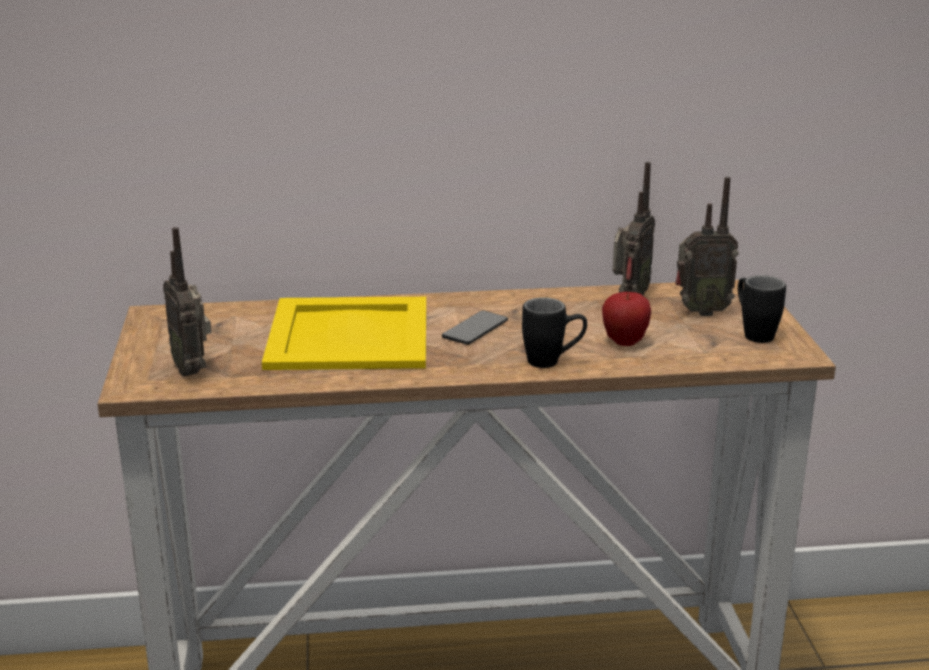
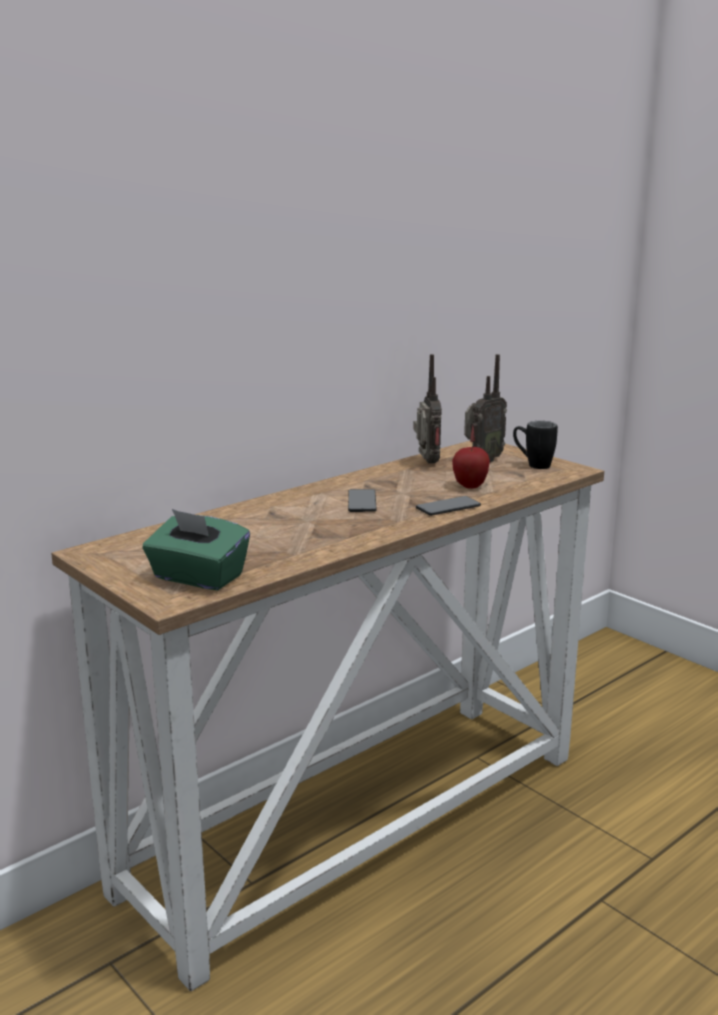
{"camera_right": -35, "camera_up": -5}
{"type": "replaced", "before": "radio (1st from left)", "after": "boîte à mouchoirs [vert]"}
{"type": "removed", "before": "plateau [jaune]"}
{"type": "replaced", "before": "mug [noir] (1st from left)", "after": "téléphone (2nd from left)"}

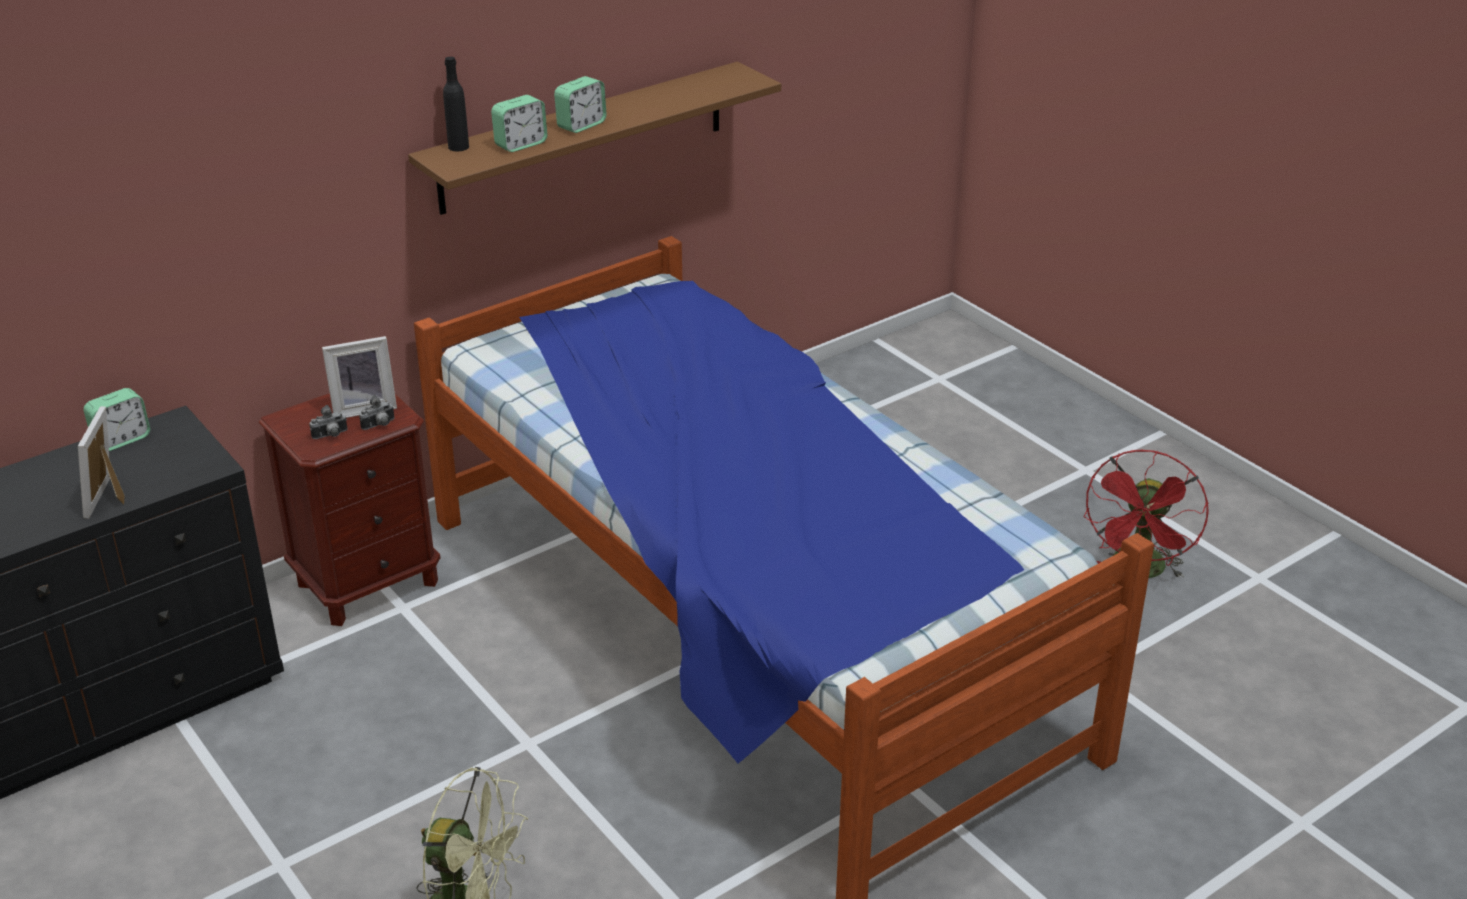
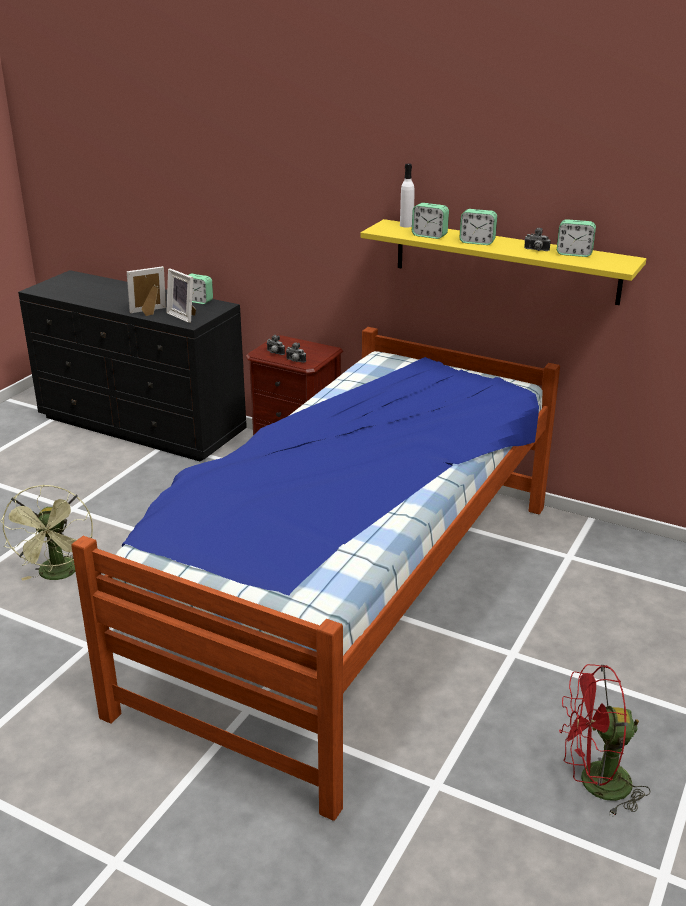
{"camera_right": 65, "camera_up": -5}
{"type": "recoloured", "before": "bouteille [noir]", "after": "bouteille [blanc]"}
{"type": "recoloured", "before": "étagère [marron]", "after": "étagère [jaune]"}
{"type": "moved", "before": "cadre photo (2nd from left)"}
{"type": "added", "after": "réveil (4th from left)"}
{"type": "added", "after": "appareil photo (3rd from left)"}

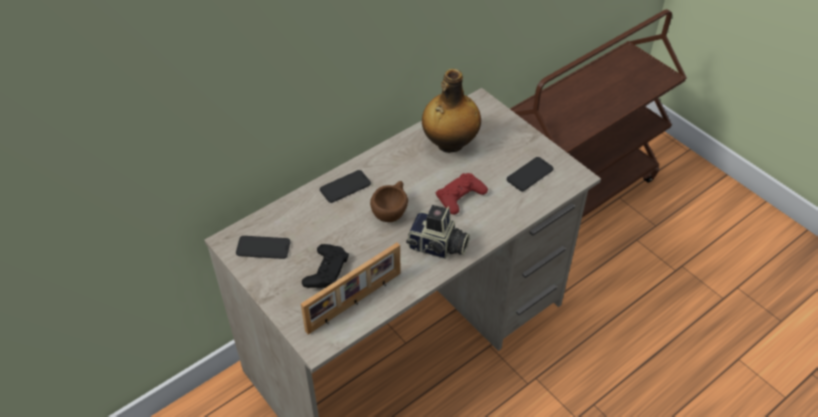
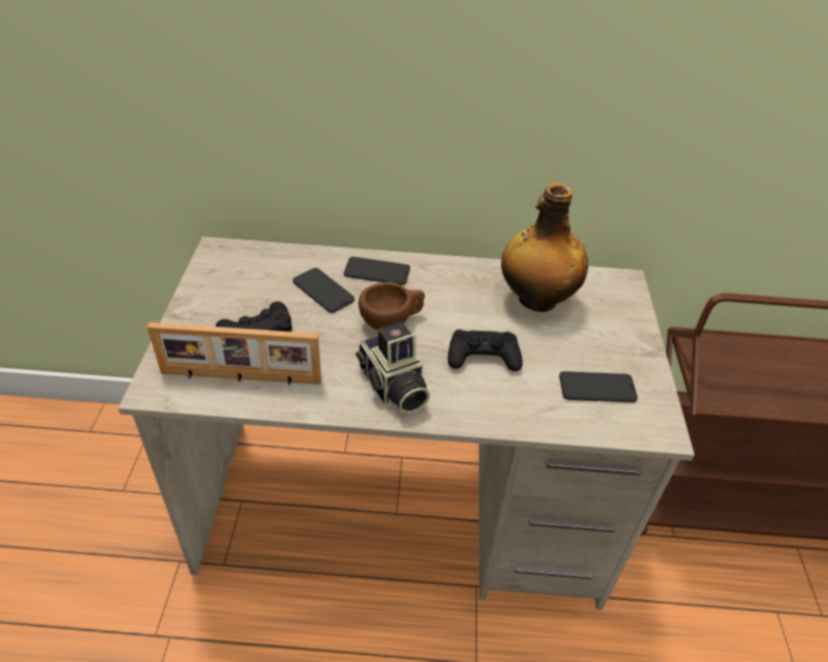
{"camera_right": 40, "camera_up": -5}
{"type": "recoloured", "before": "manette [rouge]", "after": "manette [noir] (2nd from left)"}
{"type": "moved", "before": "téléphone (1st from left)"}

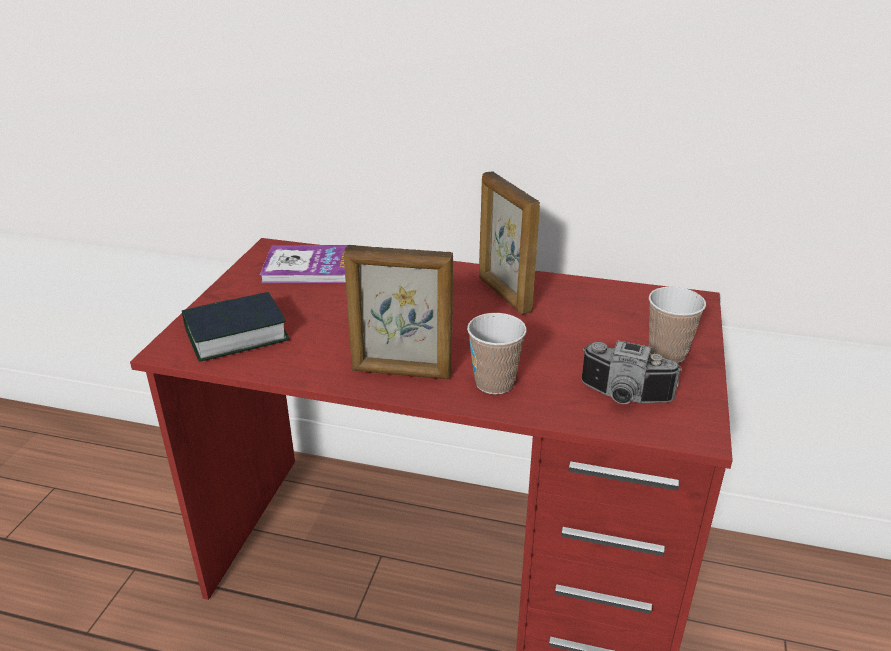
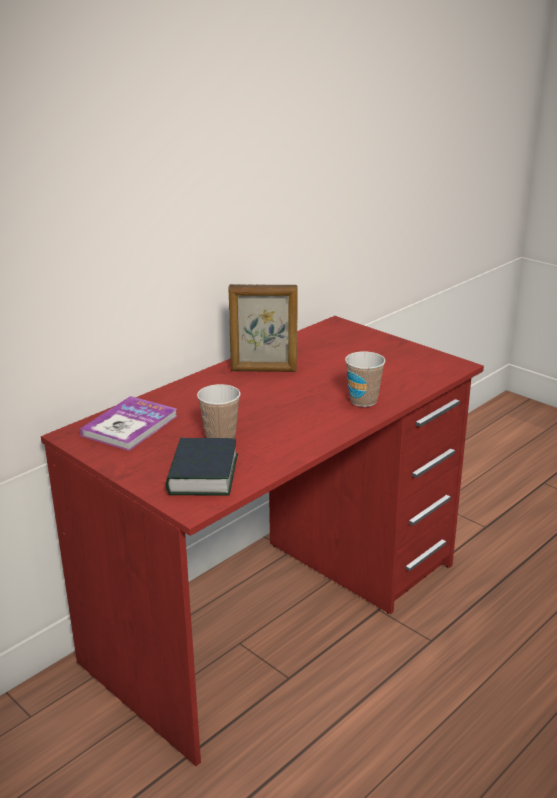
{"camera_right": -60, "camera_up": -5}
{"type": "removed", "before": "cadre photo (1st from left)"}
{"type": "moved", "before": "tasse (2nd from left in the first image)", "after": "tasse (1st from left)"}
{"type": "removed", "before": "appareil photo"}

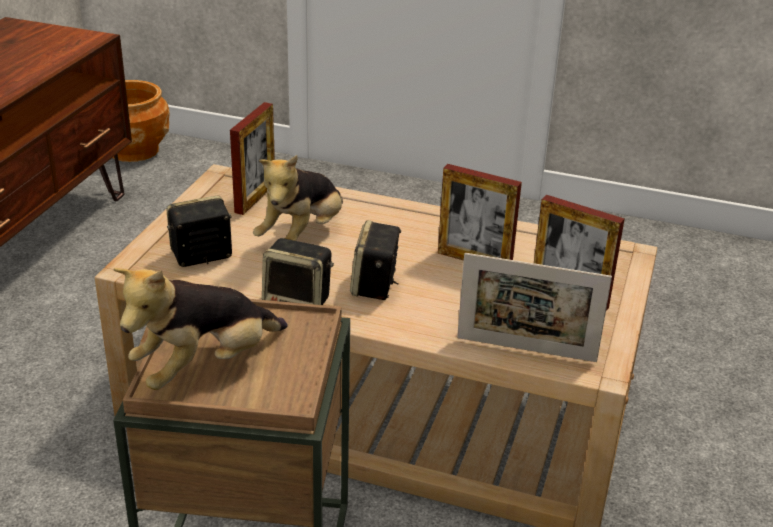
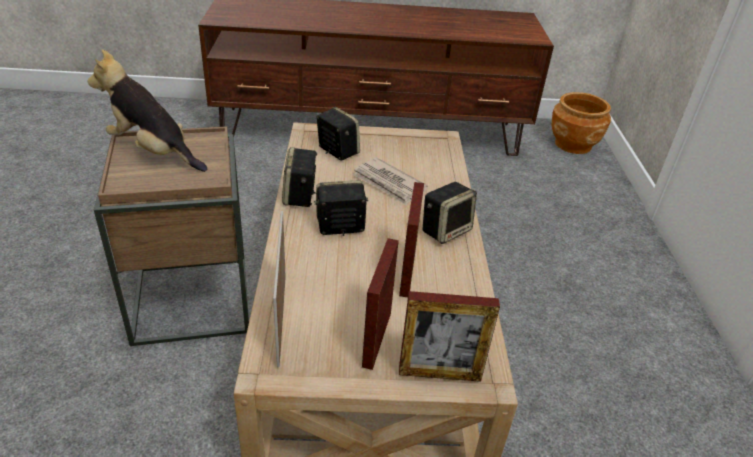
{"camera_right": 70, "camera_up": 5}
{"type": "moved", "before": "cadre photo (1st from left in the first image)", "after": "cadre photo (4th from left)"}
{"type": "replaced", "before": "peluche (2nd from left)", "after": "journal"}
{"type": "added", "after": "enceinte (4th from left)"}

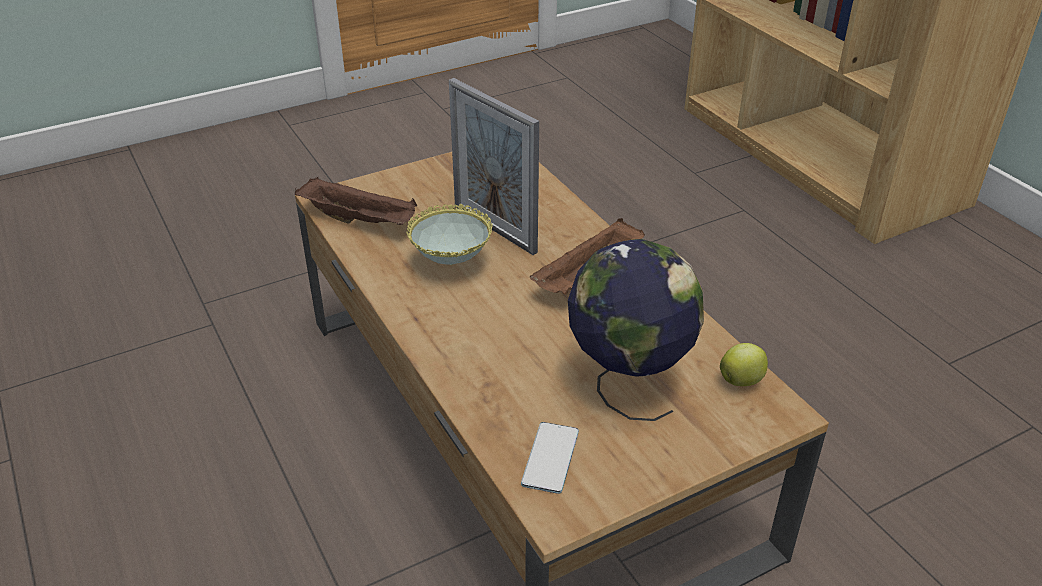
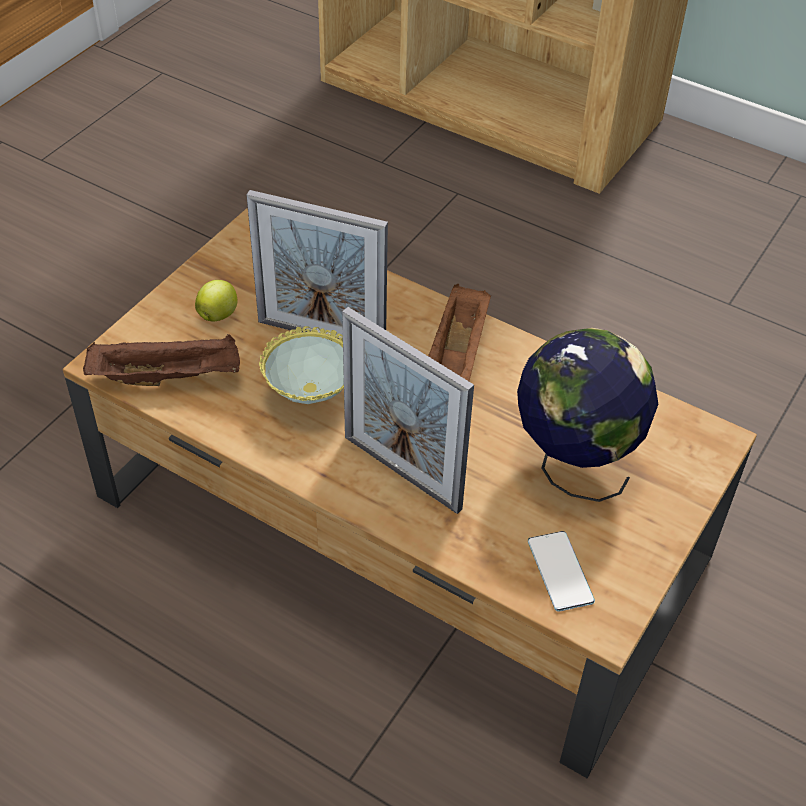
{"camera_right": -30, "camera_up": 10}
{"type": "moved", "before": "pomme"}
{"type": "added", "after": "cadre photo (2nd from left)"}

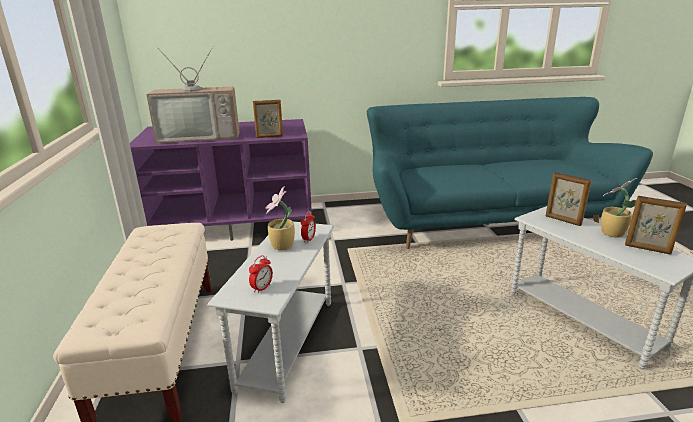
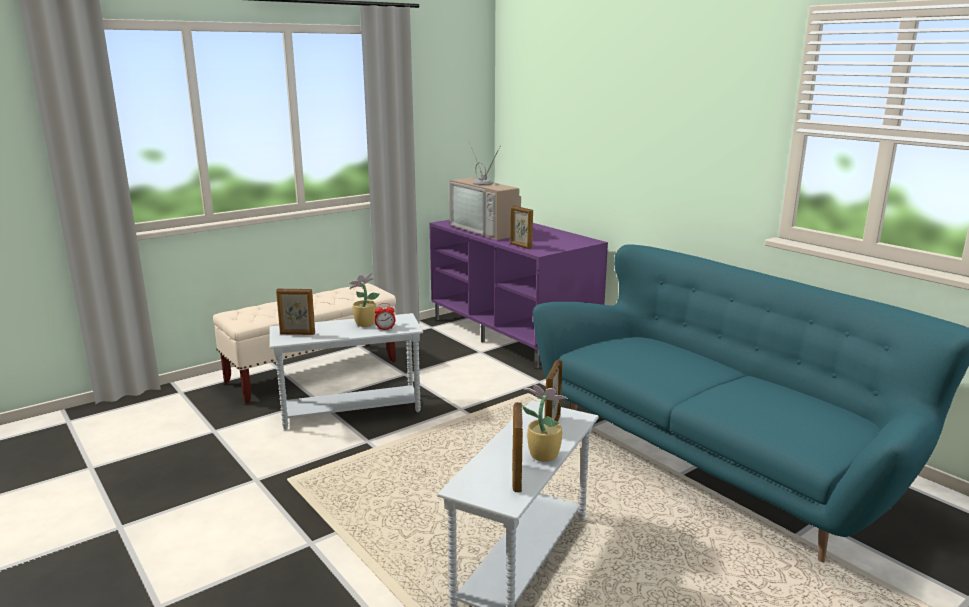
{"camera_right": 60, "camera_up": -5}
{"type": "replaced", "before": "réveil (1st from left)", "after": "cadre photo (1st from left)"}

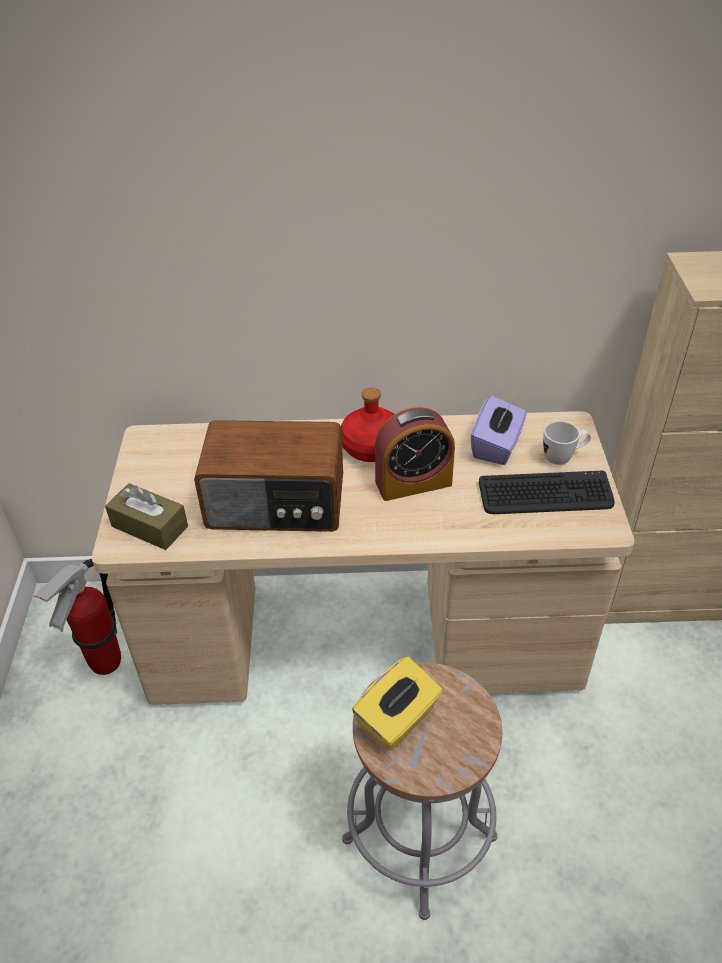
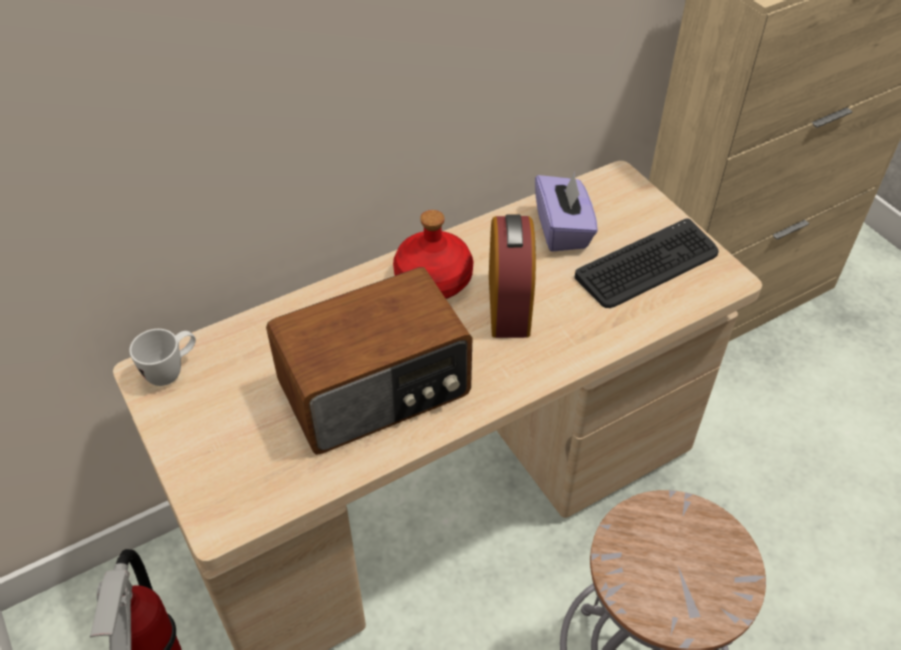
{"camera_right": -30, "camera_up": 5}
{"type": "turned", "before": "réveil", "turn": -45}
{"type": "moved", "before": "mug [blanc]"}
{"type": "removed", "before": "boîte à mouchoirs [marron]"}
{"type": "removed", "before": "boîte à mouchoirs [jaune]"}

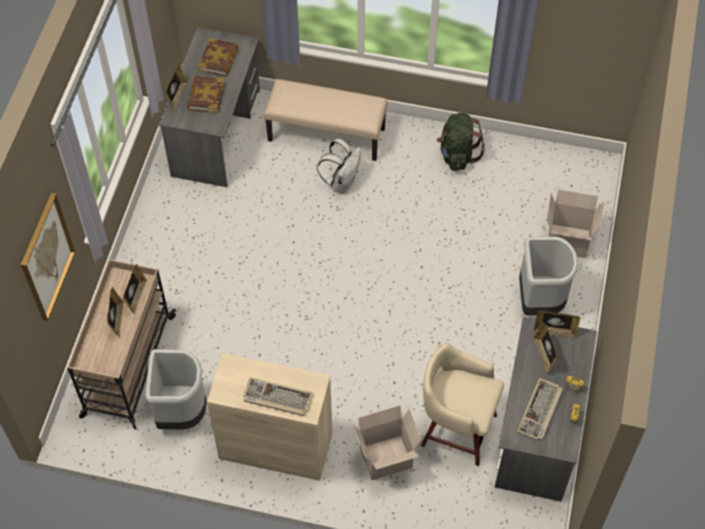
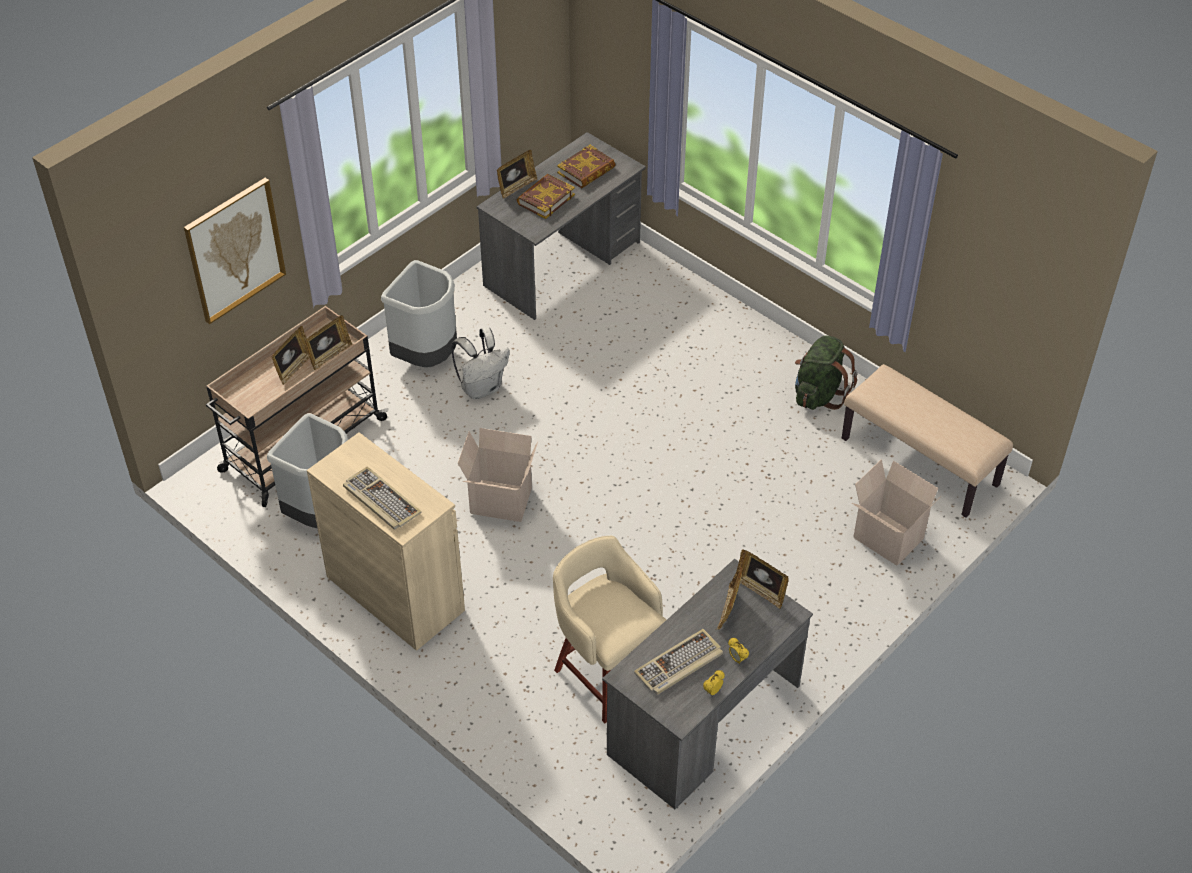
{"camera_right": 30, "camera_up": -10}
{"type": "moved", "before": "banc [beige]"}
{"type": "moved", "before": "sac à dos [blanc]"}
{"type": "moved", "before": "poubelle [gris] (2nd from left)"}
{"type": "moved", "before": "carton (1st from left)"}

